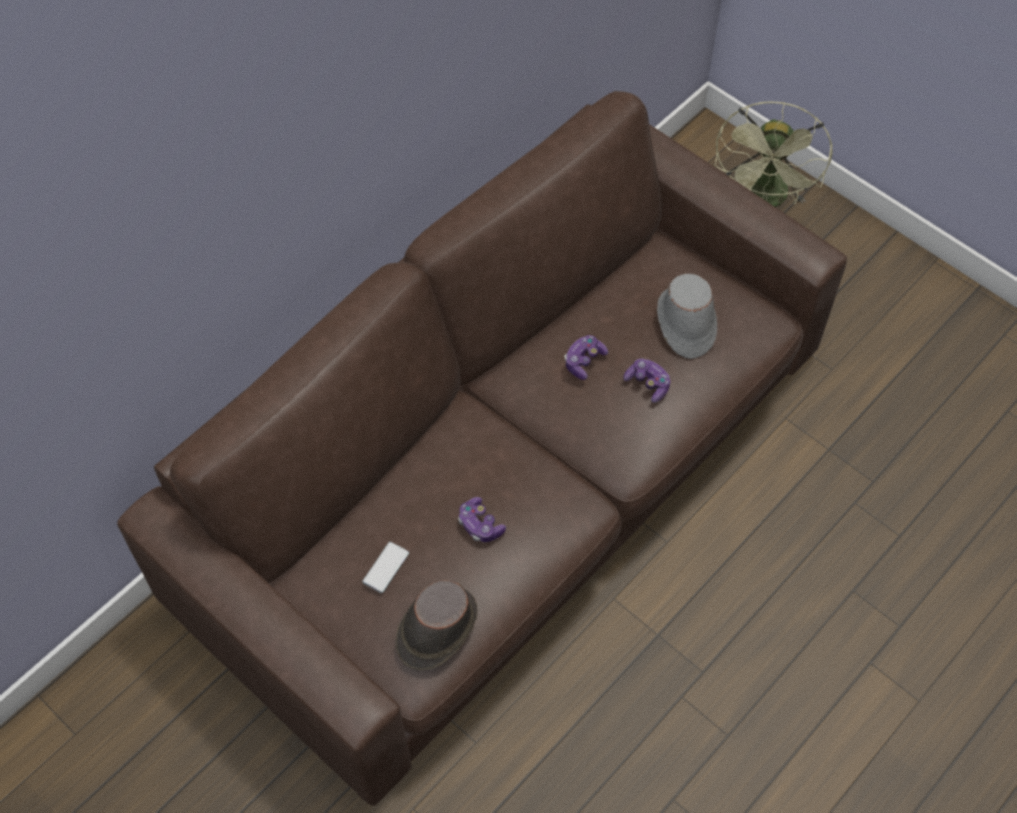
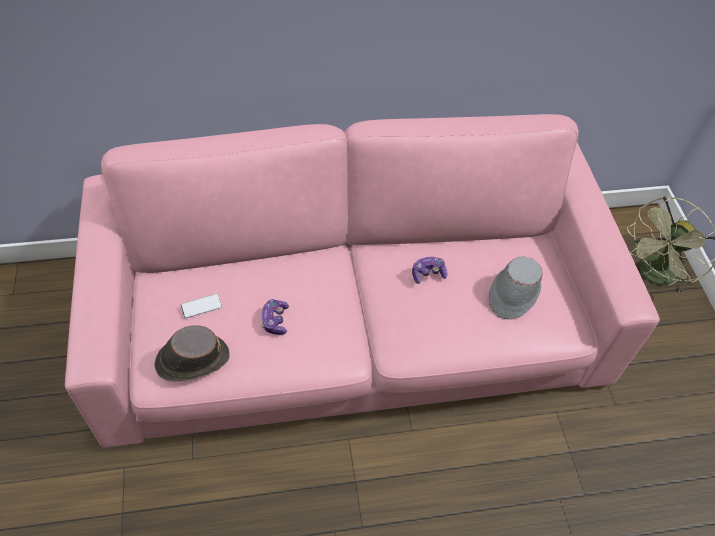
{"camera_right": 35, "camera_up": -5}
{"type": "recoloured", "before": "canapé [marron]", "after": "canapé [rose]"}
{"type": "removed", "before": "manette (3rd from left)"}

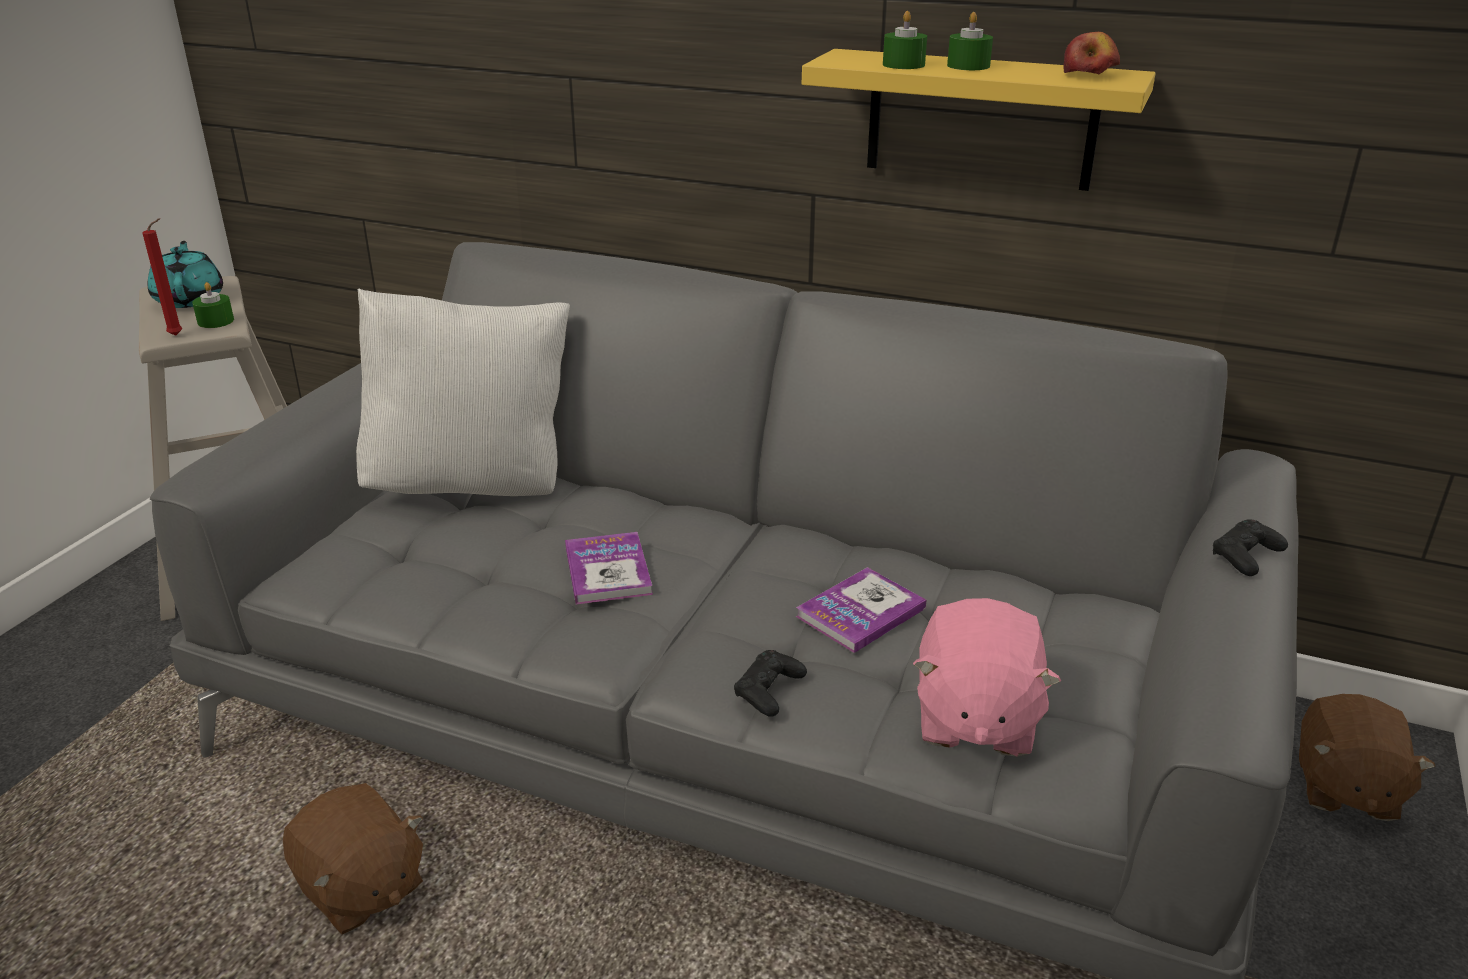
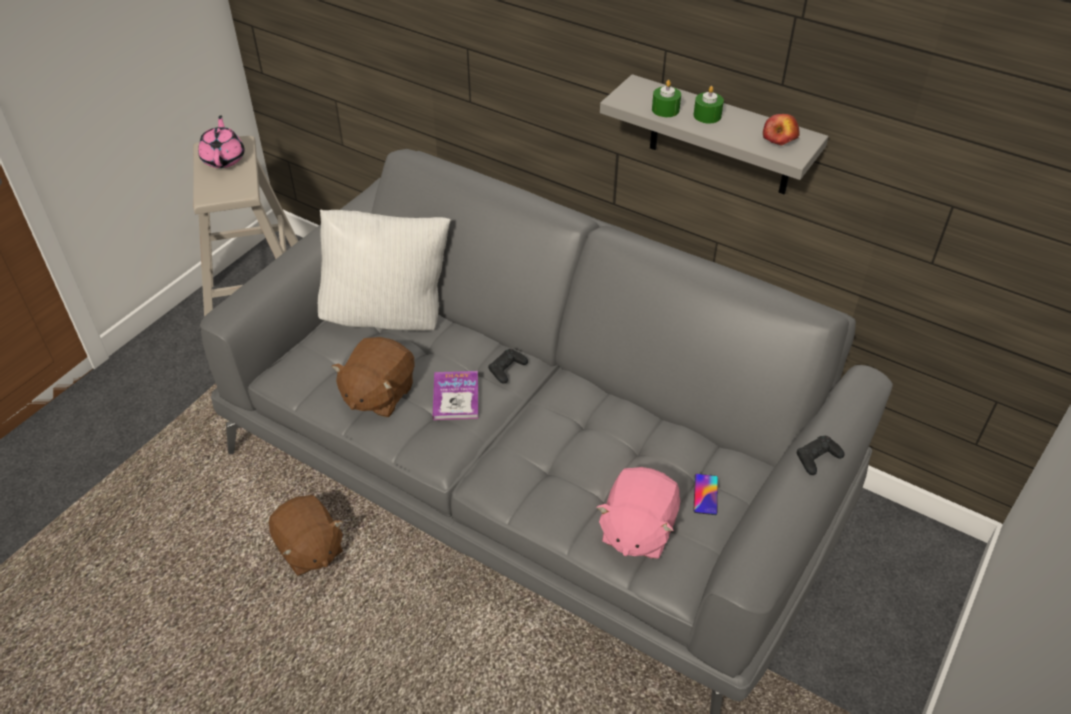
{"camera_right": 10, "camera_up": 15}
{"type": "recoloured", "before": "étagère [jaune]", "after": "étagère [gris]"}
{"type": "removed", "before": "bougie [rouge]"}
{"type": "recoloured", "before": "théière [turquoise]", "after": "théière [rose]"}
{"type": "removed", "before": "bougie [vert] (1st from left)"}
{"type": "removed", "before": "livre (2nd from left)"}
{"type": "moved", "before": "manette [noir] (1st from left)"}
{"type": "moved", "before": "peluche [marron] (2nd from left)"}
{"type": "added", "after": "téléphone"}

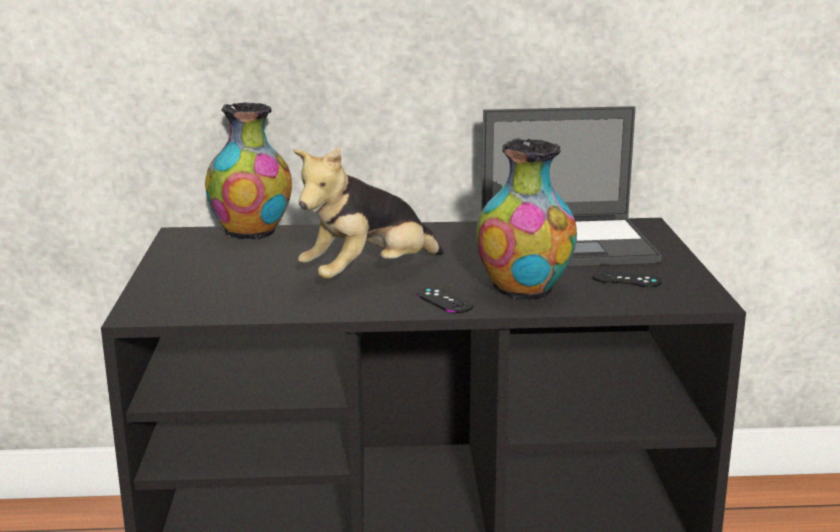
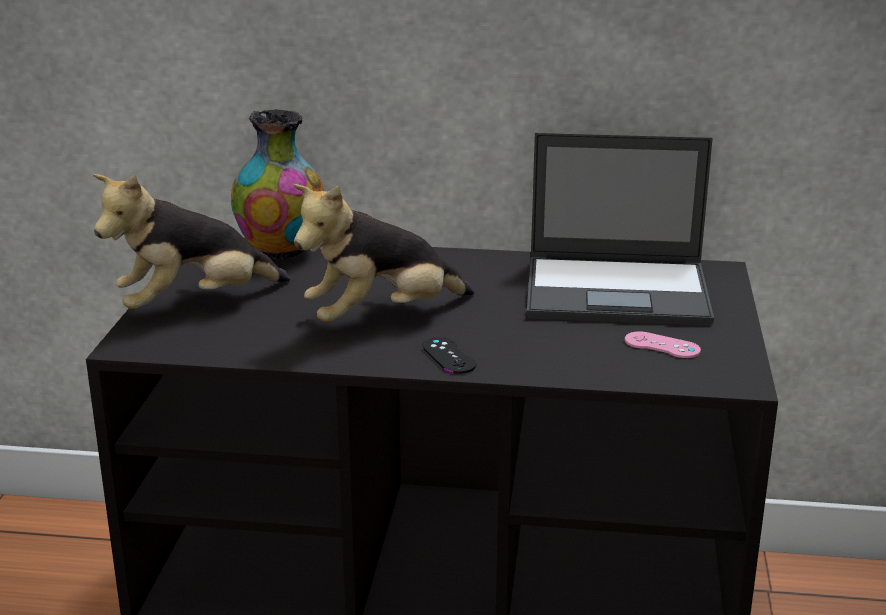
{"camera_right": 10, "camera_up": 5}
{"type": "removed", "before": "vase (2nd from left)"}
{"type": "recoloured", "before": "manette [noir] (2nd from left)", "after": "manette [rose]"}
{"type": "added", "after": "peluche (1st from left)"}

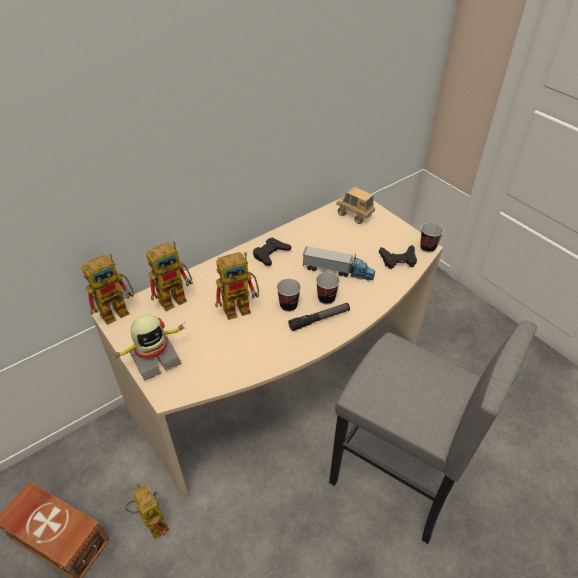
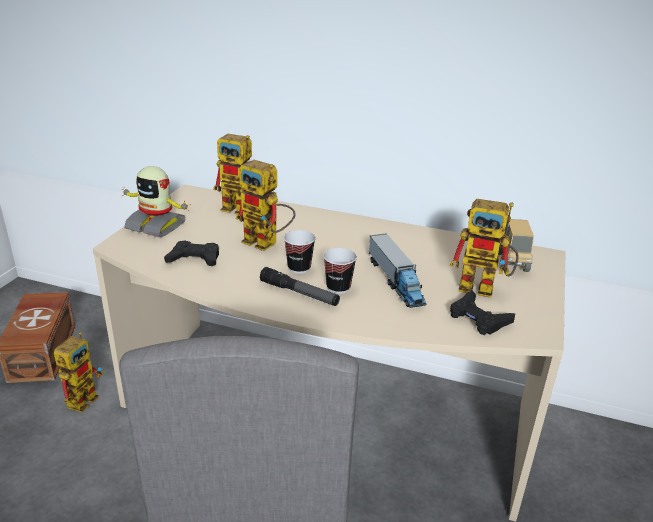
{"camera_right": 55, "camera_up": -15}
{"type": "removed", "before": "tasse (3rd from left)"}
{"type": "moved", "before": "manette [noir] (1st from left)"}
{"type": "moved", "before": "robot jouet (1st from left in the first image)", "after": "robot jouet (5th from left)"}

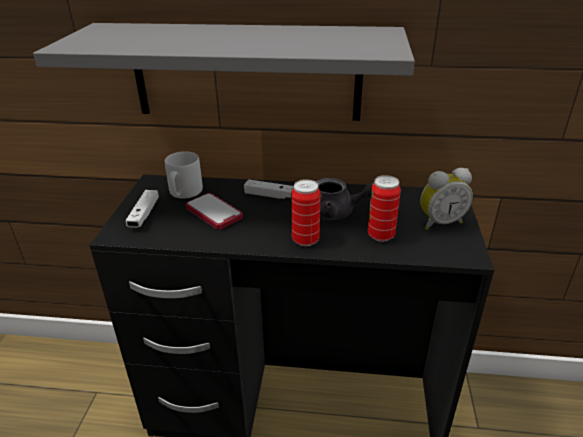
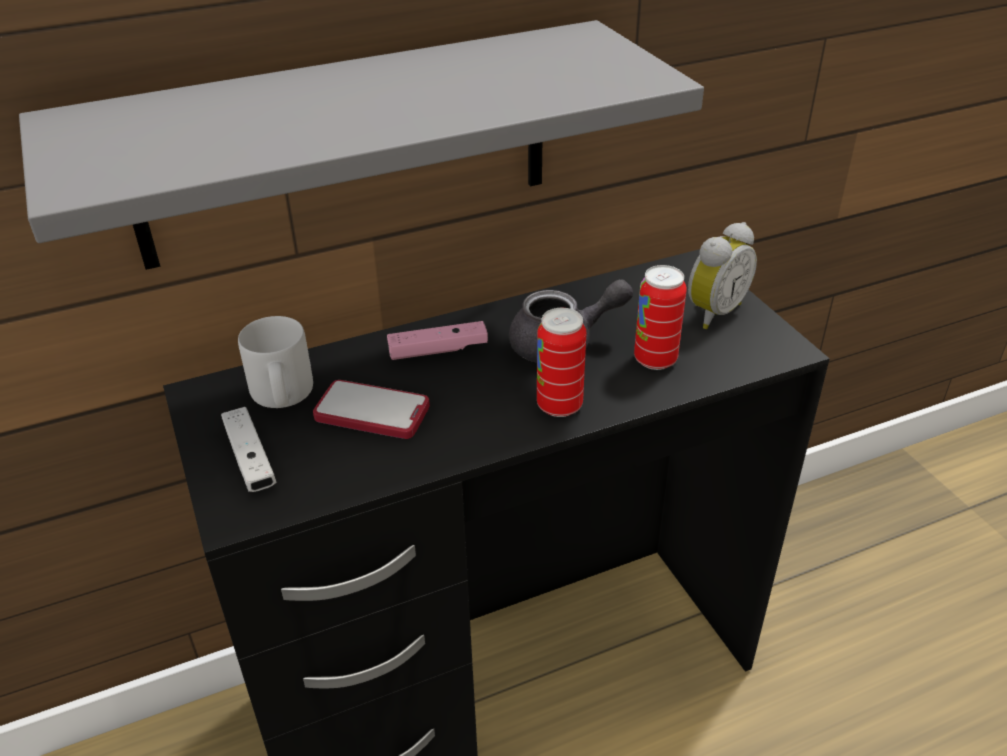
{"camera_right": -30, "camera_up": 5}
{"type": "recoloured", "before": "manette [blanc] (2nd from left)", "after": "manette [rose]"}

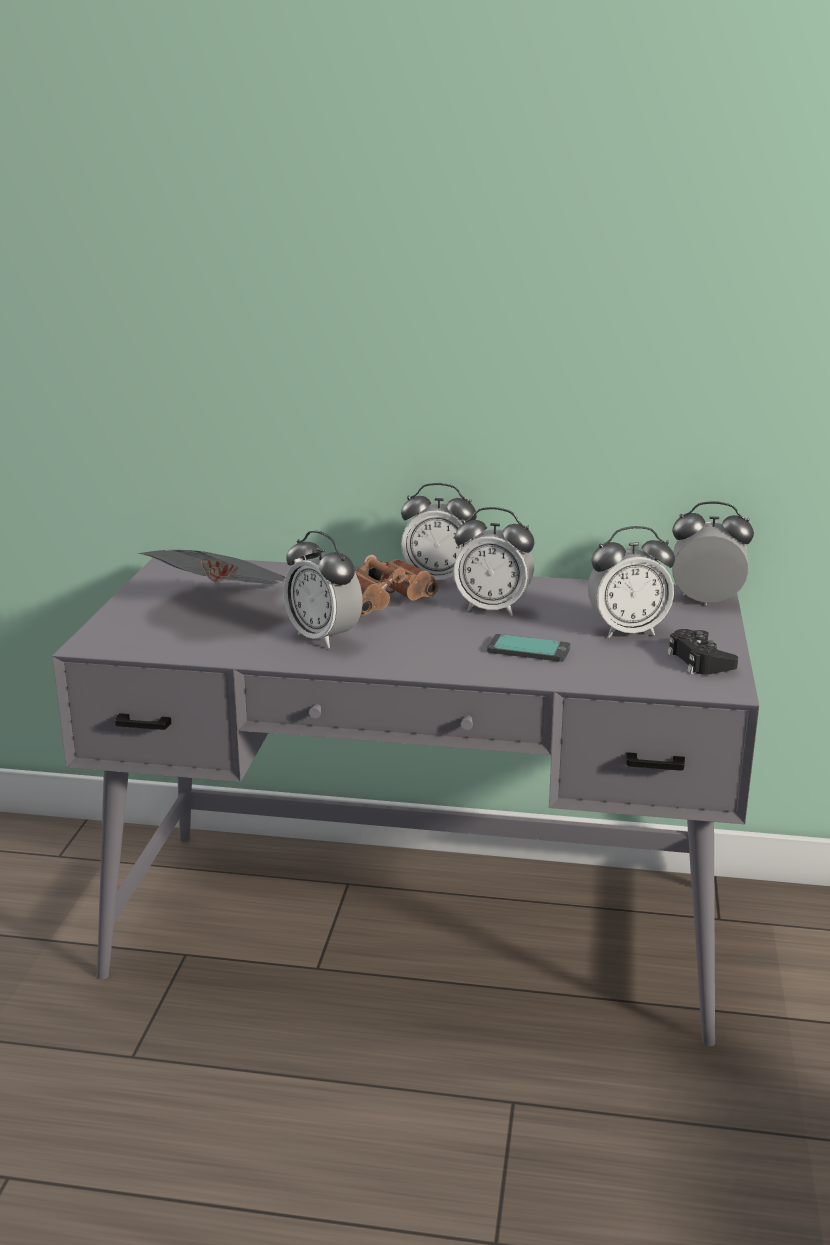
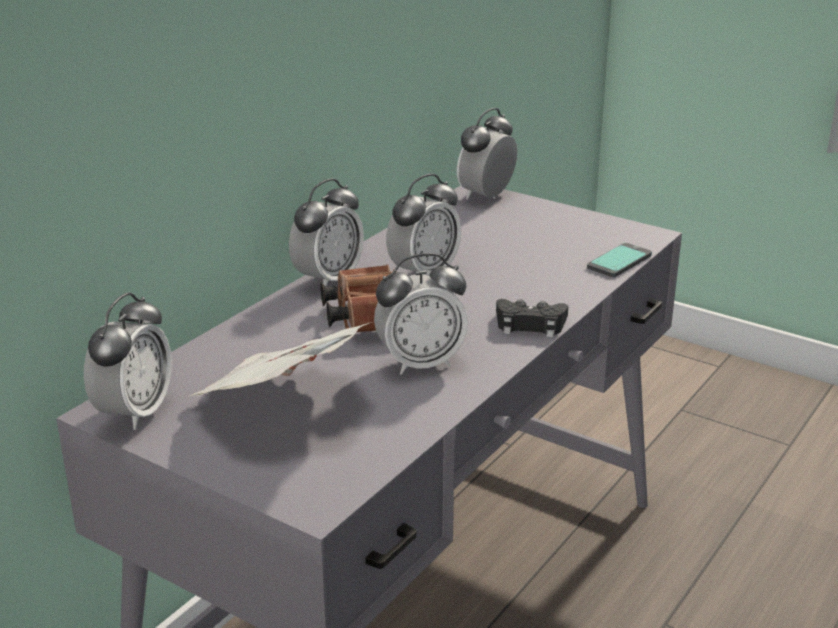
{"camera_right": -65, "camera_up": 5}
{"type": "moved", "before": "réveil (4th from left in the first image)", "after": "réveil (1st from left)"}
{"type": "moved", "before": "manette [noir]"}
{"type": "moved", "before": "téléphone"}

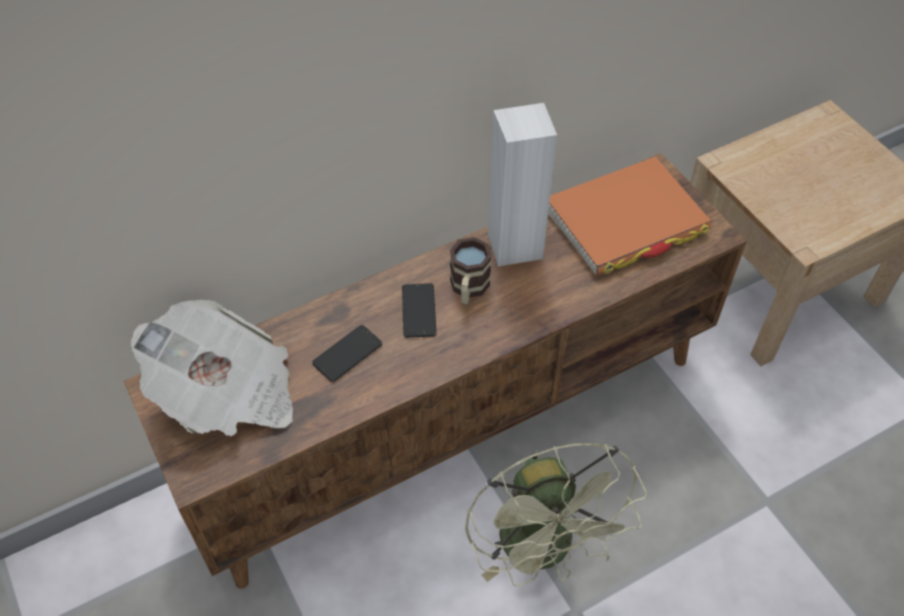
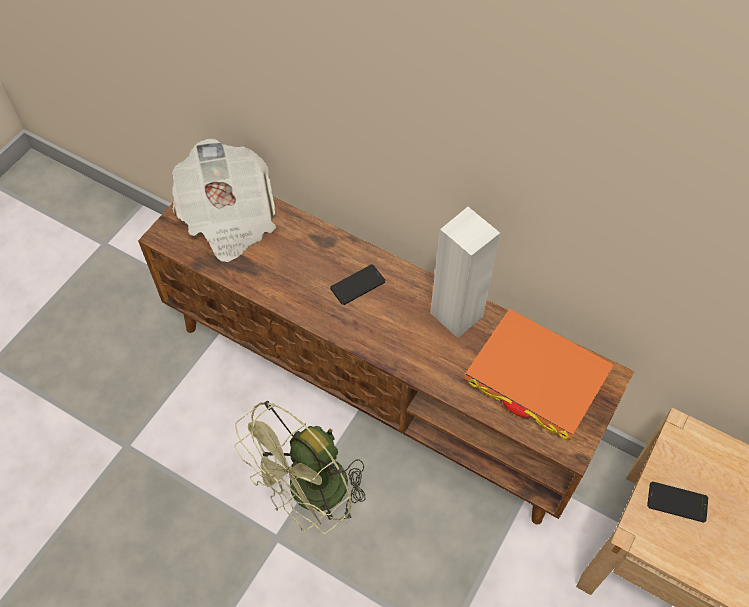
{"camera_right": 60, "camera_up": 5}
{"type": "removed", "before": "mug"}
{"type": "moved", "before": "téléphone (1st from left in the first image)", "after": "téléphone (2nd from left)"}

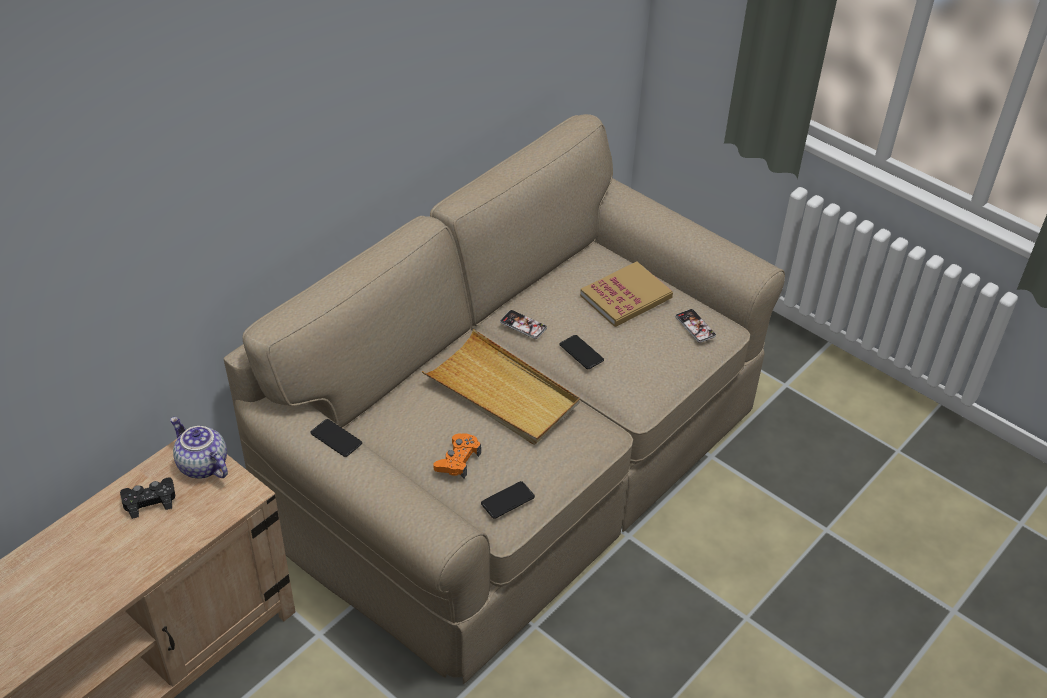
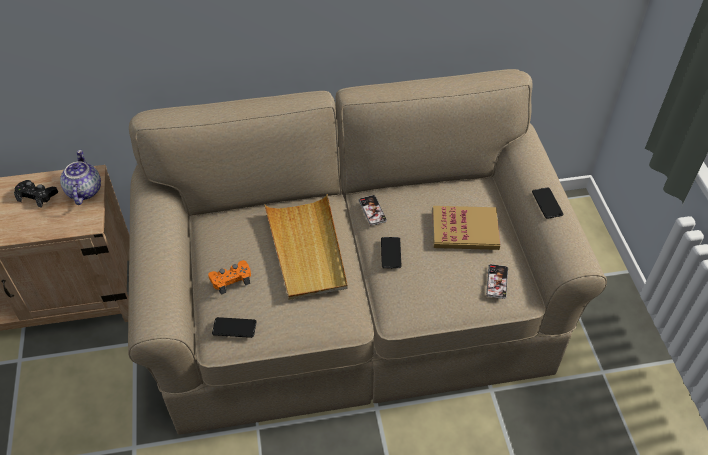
{"camera_right": 40, "camera_up": 5}
{"type": "moved", "before": "téléphone (1st from left in the first image)", "after": "téléphone (5th from left)"}

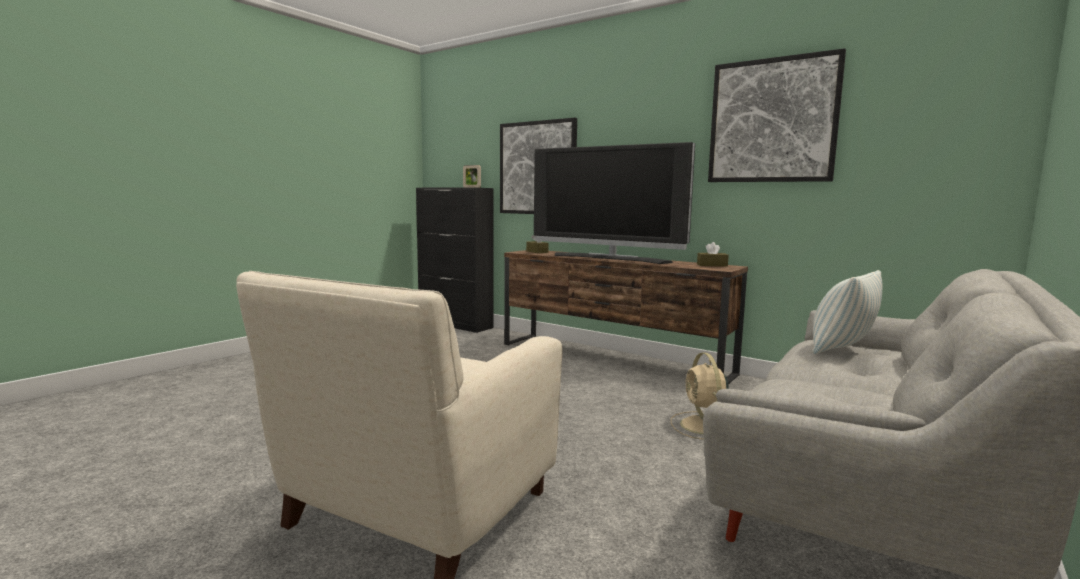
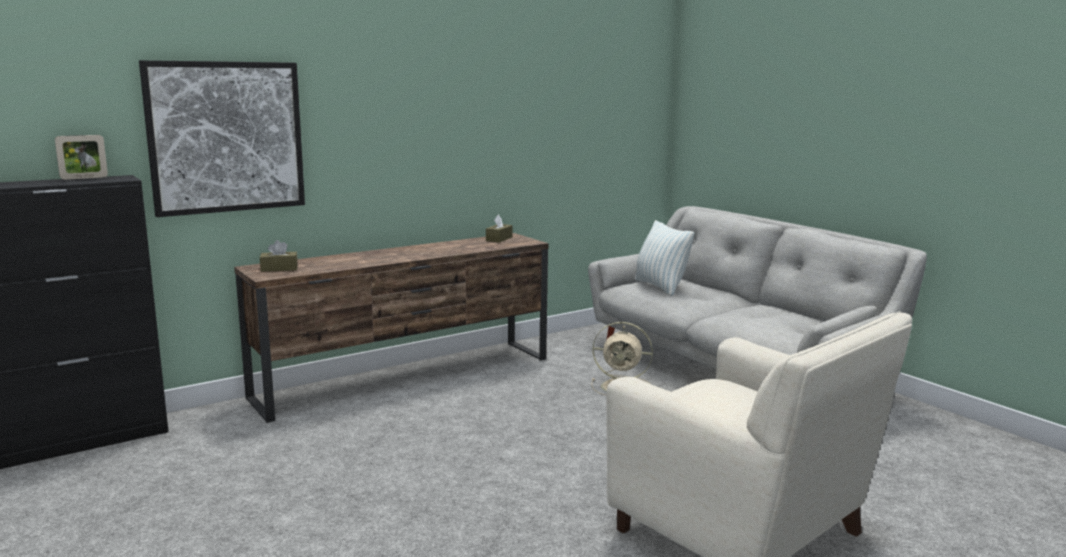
{"camera_right": -70, "camera_up": 5}
{"type": "removed", "before": "tableau (2nd from left)"}
{"type": "removed", "before": "téléviseur"}

